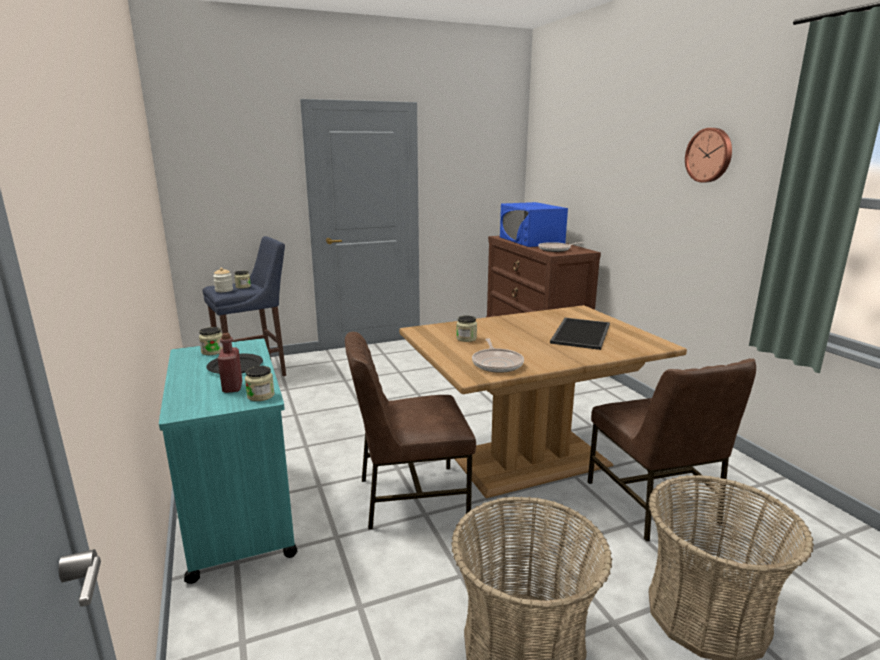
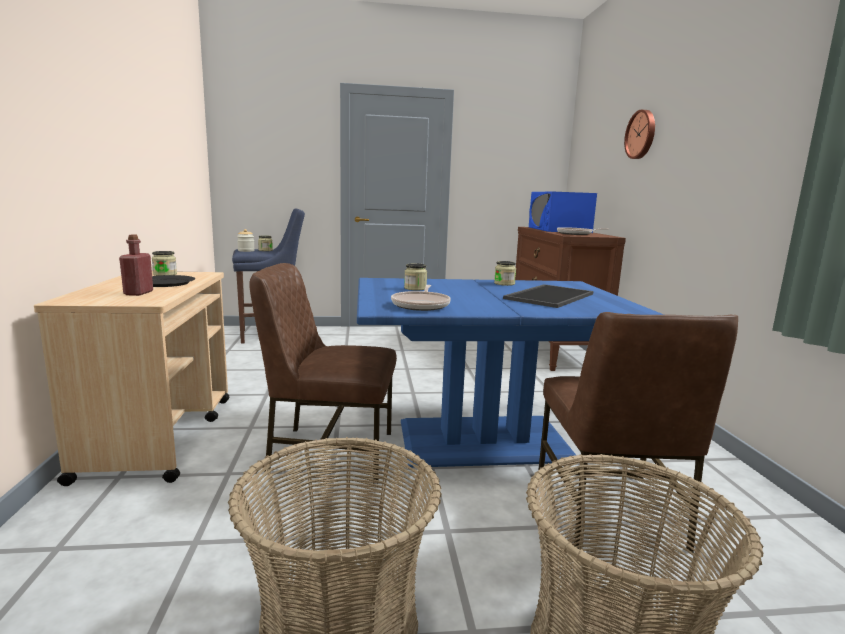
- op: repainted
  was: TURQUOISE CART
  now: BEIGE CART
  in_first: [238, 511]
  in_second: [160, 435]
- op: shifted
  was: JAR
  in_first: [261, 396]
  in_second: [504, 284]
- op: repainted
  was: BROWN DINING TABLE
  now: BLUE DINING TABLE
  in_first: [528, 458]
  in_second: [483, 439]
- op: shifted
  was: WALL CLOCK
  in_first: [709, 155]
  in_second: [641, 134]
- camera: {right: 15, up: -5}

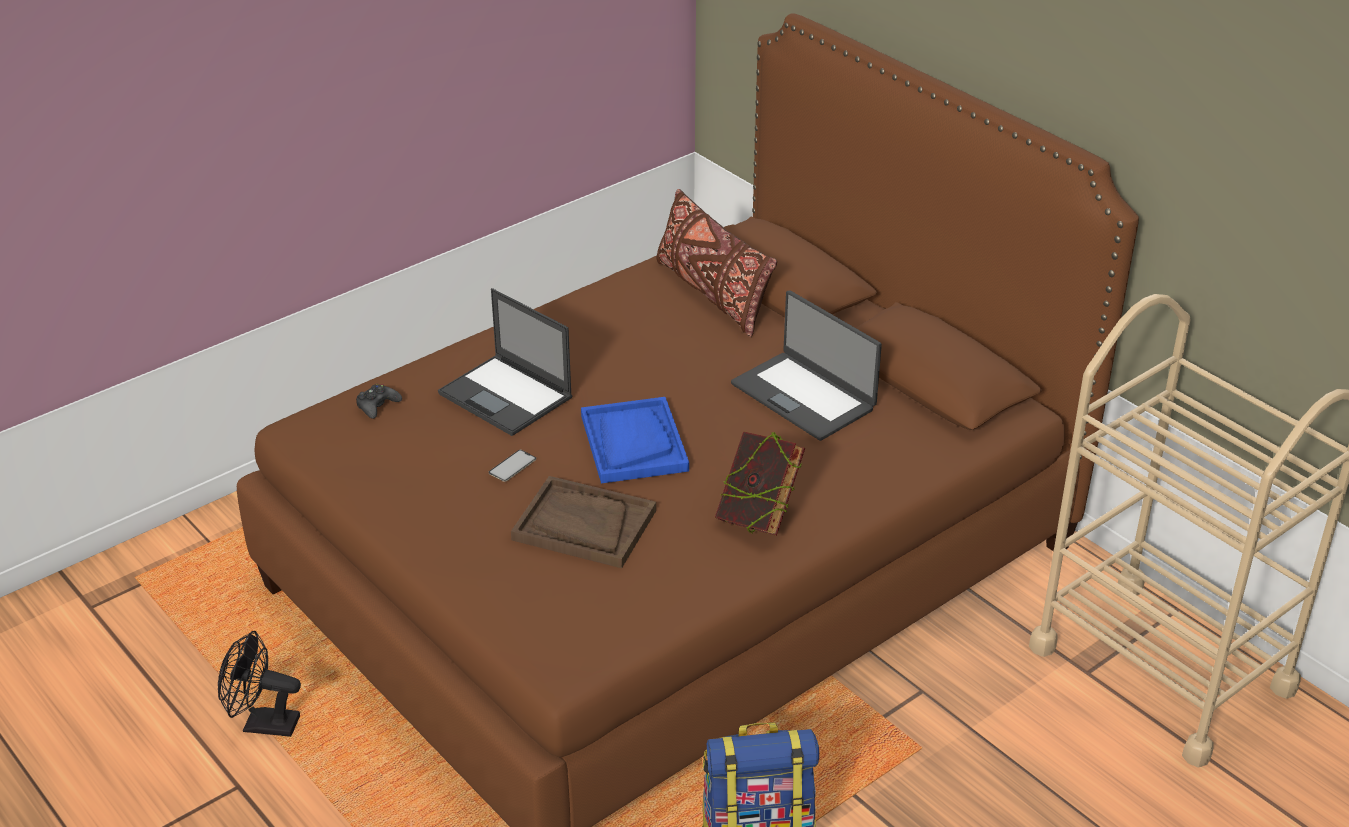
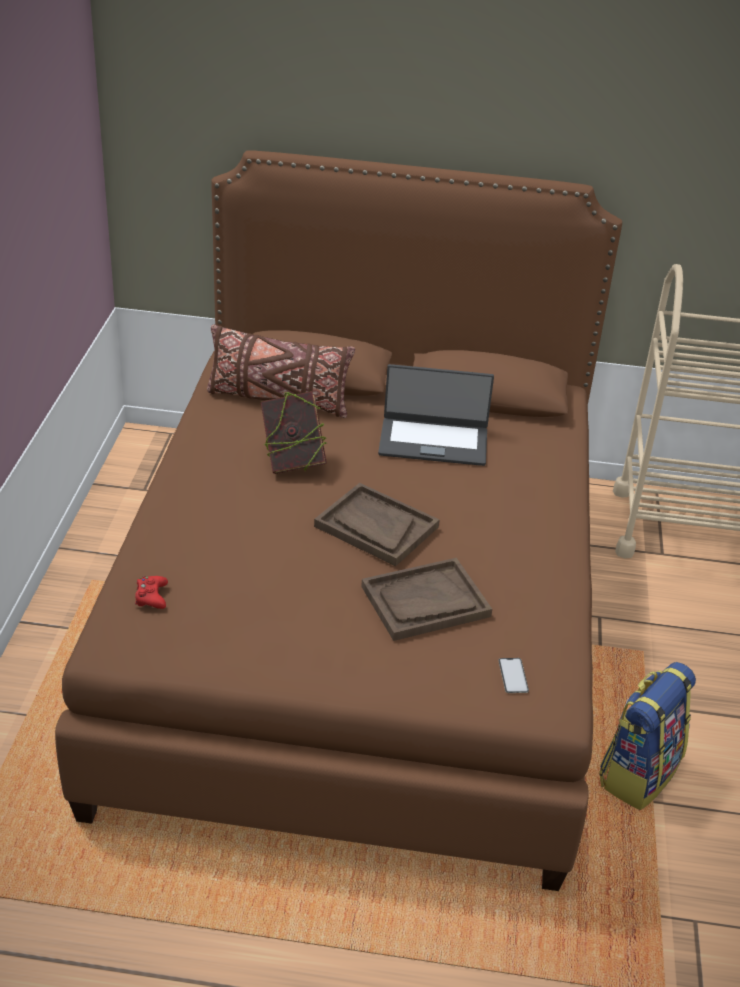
- op: gone
  was: BLACK FAN
  in_first: [262, 724]
- op: repainted
  was: BLACK GAME CONTROLLER
  now: RED GAME CONTROLLER
  in_first: [377, 406]
  in_second: [151, 597]
- op: gone
  was: LAPTOP
  in_first: [507, 396]
- op: shifted
  was: PHONE
  in_first: [512, 466]
  in_second: [513, 676]
- op: repainted
  was: BLUE TRAY
  now: BROWN TRAY
  in_first: [633, 443]
  in_second: [376, 527]
- op: shifted
  was: BOOK
  in_first: [758, 518]
  in_second: [293, 462]
- camera: {right: -45, up: 0}

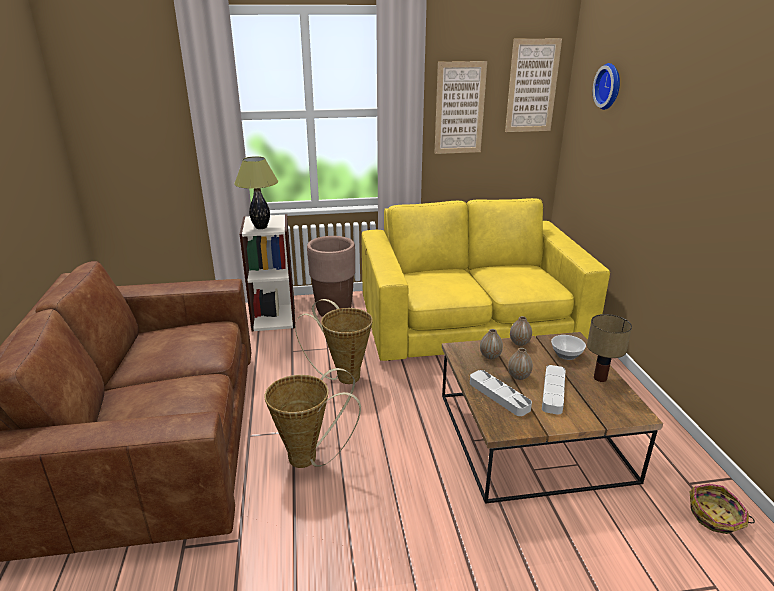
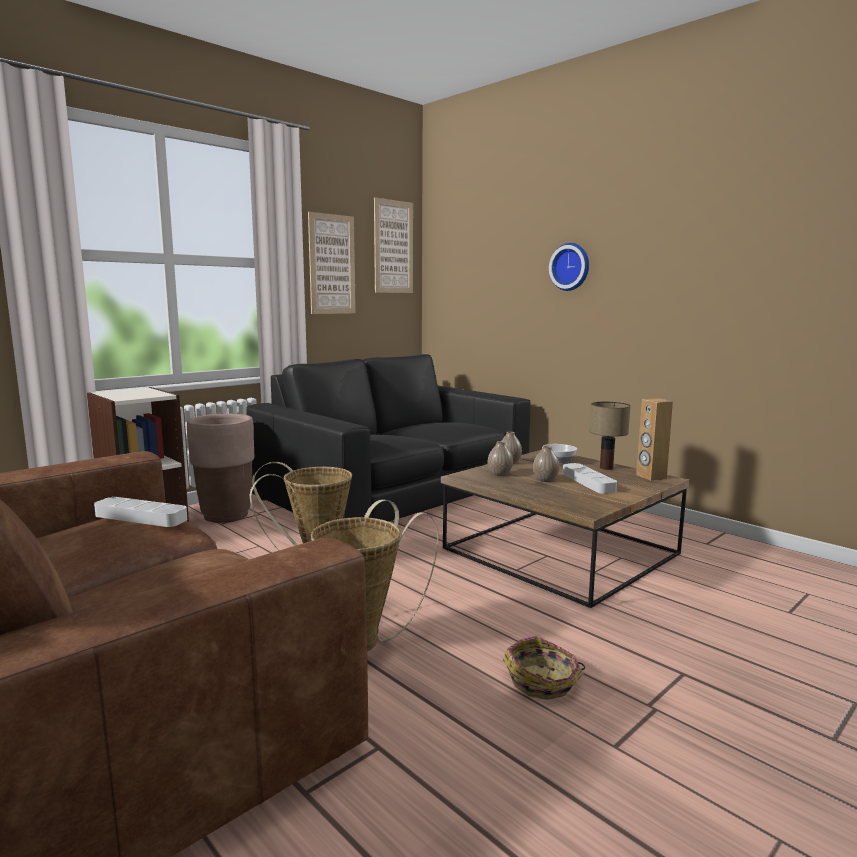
- op: gone
  was: TABLE LAMP
  in_first: [261, 227]
- op: repainted
  was: YELLOW SOFA
  now: BLACK SOFA
  in_first: [471, 321]
  in_second: [395, 491]
- op: shifted
  was: GREY TRAY
  in_first: [499, 395]
  in_second: [141, 517]
- op: shifted
  was: WALL CLOCK
  in_first: [610, 86]
  in_second: [571, 267]
- op: shifted
  was: BASKET
  in_first: [716, 517]
  in_second: [543, 681]
- op: new
  now: BROWN SPEAKER
  in_second: [650, 476]
- camera: {right: -35, up: -15}

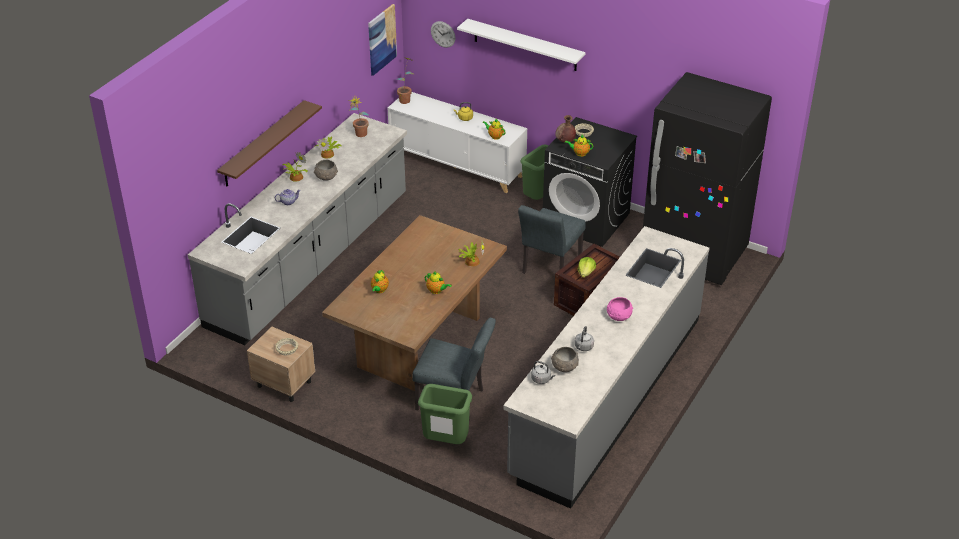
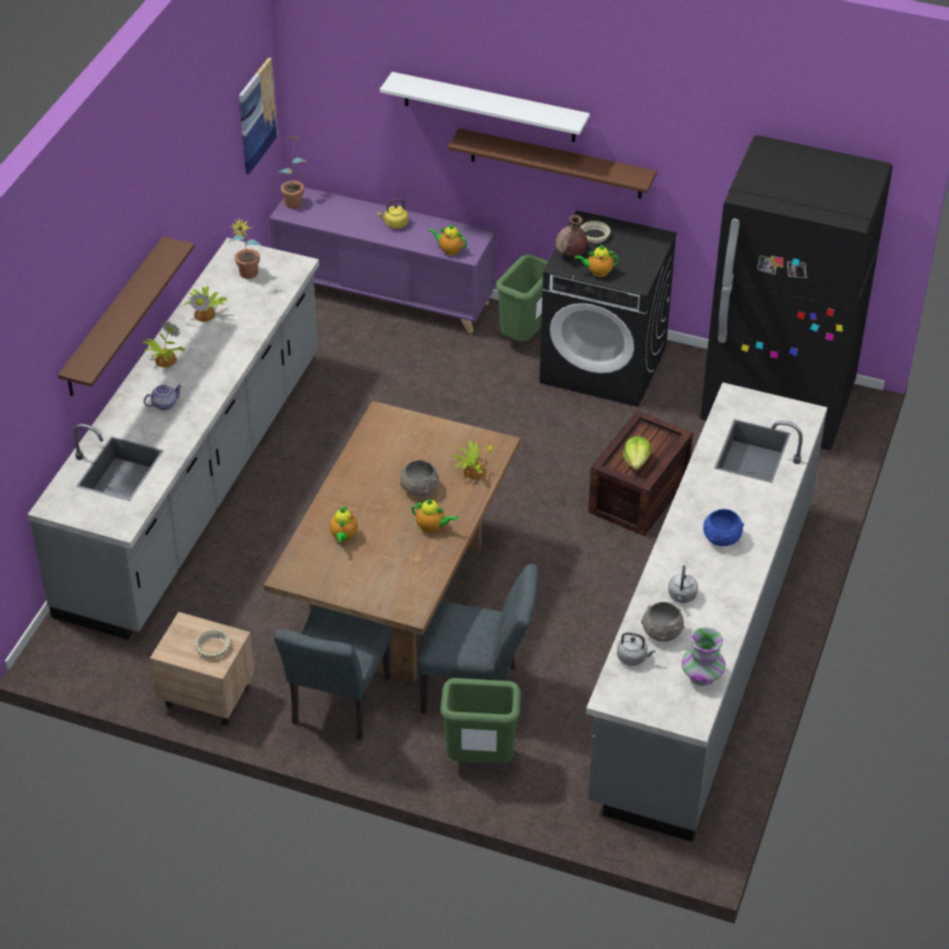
- op: shifted
  was: GREY BOWL
  in_first: [326, 177]
  in_second: [419, 489]
- op: repainted
  was: WHITE CABINET
  now: PURPLE CABINET
  in_first: [457, 165]
  in_second: [385, 295]
- op: gone
  was: WALL CLOCK
  in_first: [443, 34]
- op: shifted
  was: GREY CHAIR
  in_first: [549, 268]
  in_second: [337, 707]
- op: repainted
  was: PINK BOWL
  now: BLUE BOWL
  in_first: [618, 316]
  in_second: [721, 538]
- op: new
  now: BROWN SHELF
  in_second: [556, 164]
- op: new
  now: VASE
  in_second: [702, 676]
- camera: {right: -10, up: 5}

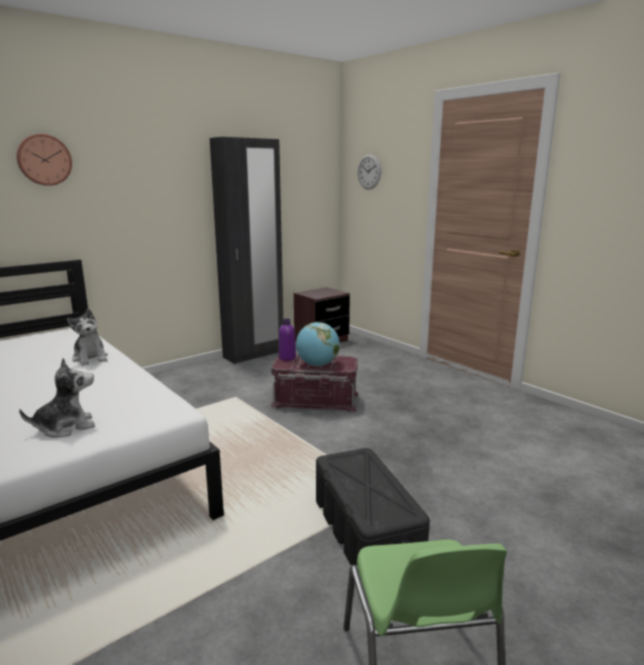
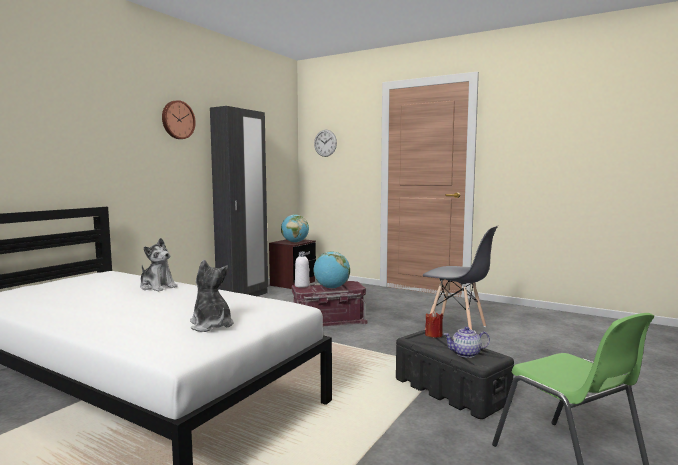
- op: shifted
  was: WALL CLOCK
  in_first: [44, 160]
  in_second: [177, 120]
- op: rotated
  was: PLUSH TOY
  in_first: [66, 427]
  in_second: [211, 325]
  clockwise: -75
- op: repainted
  was: PURPLE BOTTLE
  now: WHITE BOTTLE
  in_first: [287, 358]
  in_second: [302, 286]
- op: new
  now: GLOBE
  in_second: [295, 242]
- op: new
  now: GREY CHAIR
  in_second: [456, 329]
- op: new
  now: RED CANDLE
  in_second: [433, 335]
- op: new
  now: TEAPOT
  in_second: [466, 354]
- camera: {right: -20, up: -10}

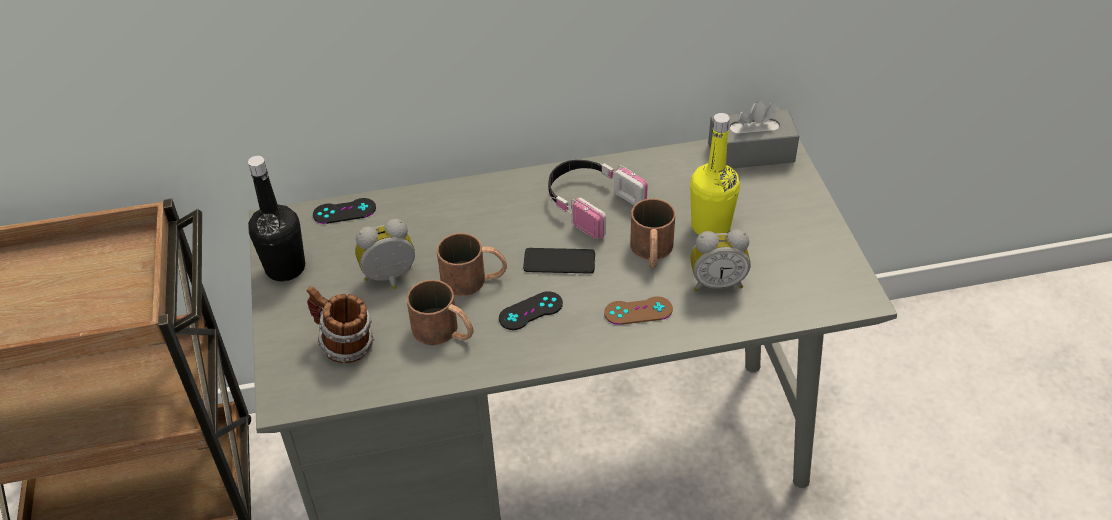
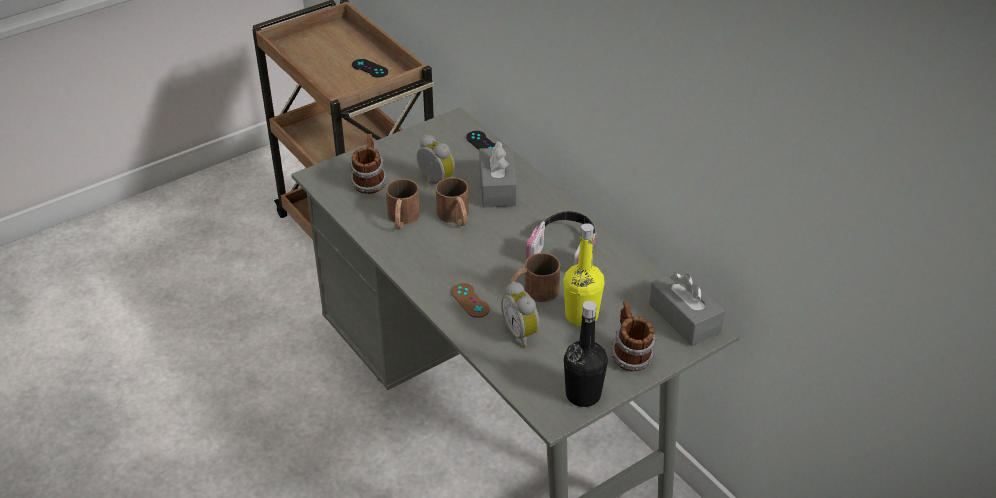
- op: shifted
  was: BLACK BOTTLE
  in_first: [285, 268]
  in_second: [583, 395]
- op: shifted
  was: BLACK GAME CONTROLLER
  in_first: [531, 311]
  in_second: [370, 68]
- op: gone
  was: PHONE
  in_first: [559, 261]
- op: new
  now: GREY TISSUE BOX
  in_second: [497, 187]
- op: new
  now: MUG
  in_second: [630, 356]
- camera: {right: 65, up: -5}

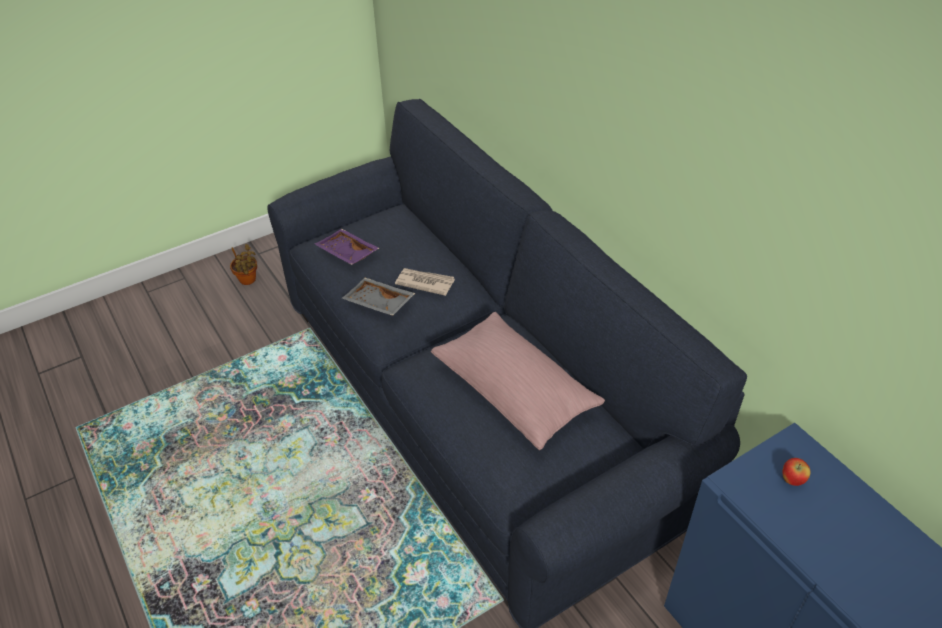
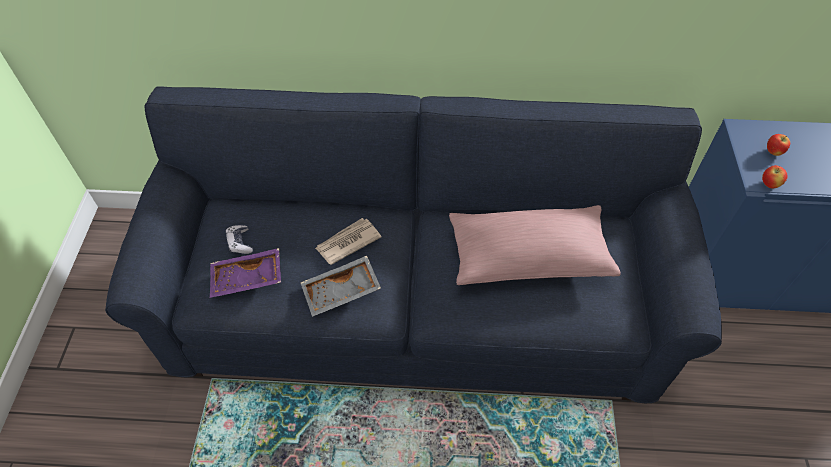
- op: gone
  was: POTTED PLANT
  in_first: [248, 281]
- op: new
  now: GAME CONTROLLER
  in_second: [240, 243]
- op: new
  now: APPLE
  in_second: [769, 184]
- camera: {right: -55, up: 10}

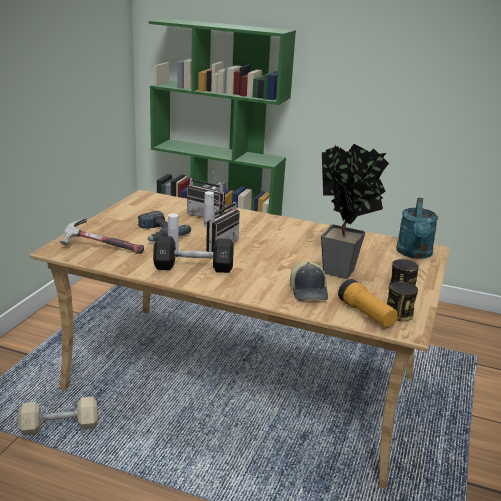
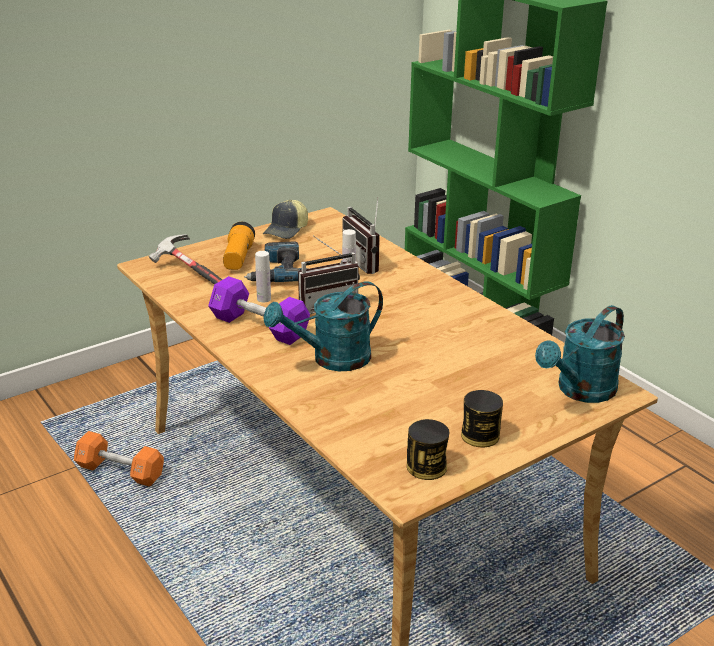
- op: repainted
  was: BEIGE DUMBBELL
  now: ORANGE DUMBBELL
  in_first: [60, 426]
  in_second: [120, 471]
- op: repainted
  was: BLACK DUMBBELL
  now: PURPLE DUMBBELL
  in_first: [193, 267]
  in_second: [259, 326]
- op: shifted
  was: CAP
  in_first: [309, 291]
  in_second: [287, 230]
- op: gone
  was: POTTED PLANT
  in_first: [342, 273]
- op: shifted
  was: FLASHLIGHT
  in_first: [366, 314]
  in_second: [238, 258]
- op: new
  now: TURQUOISE WATERING CAN
  in_second: [332, 359]
- camera: {right: 35, up: 5}

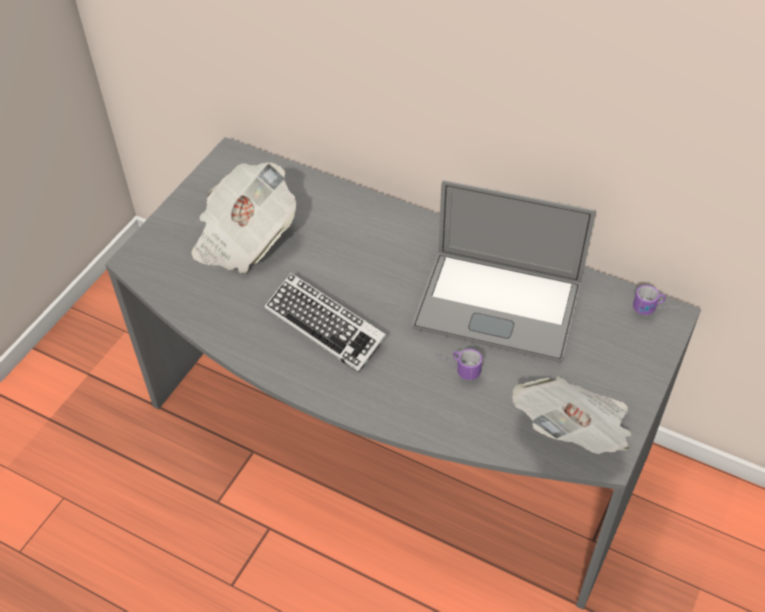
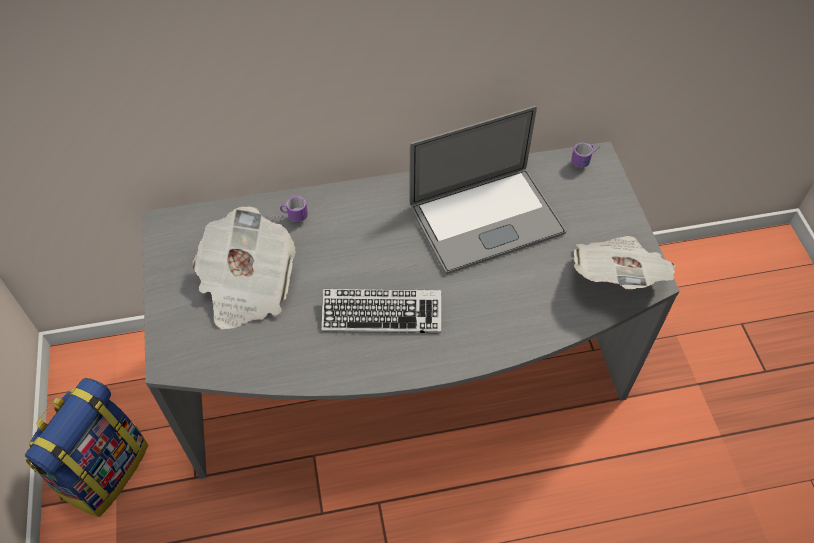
- op: shifted
  was: MUG
  in_first: [457, 368]
  in_second: [286, 218]
- op: new
  now: BACKPACK
  in_second: [104, 470]
- camera: {right: -40, up: 5}

